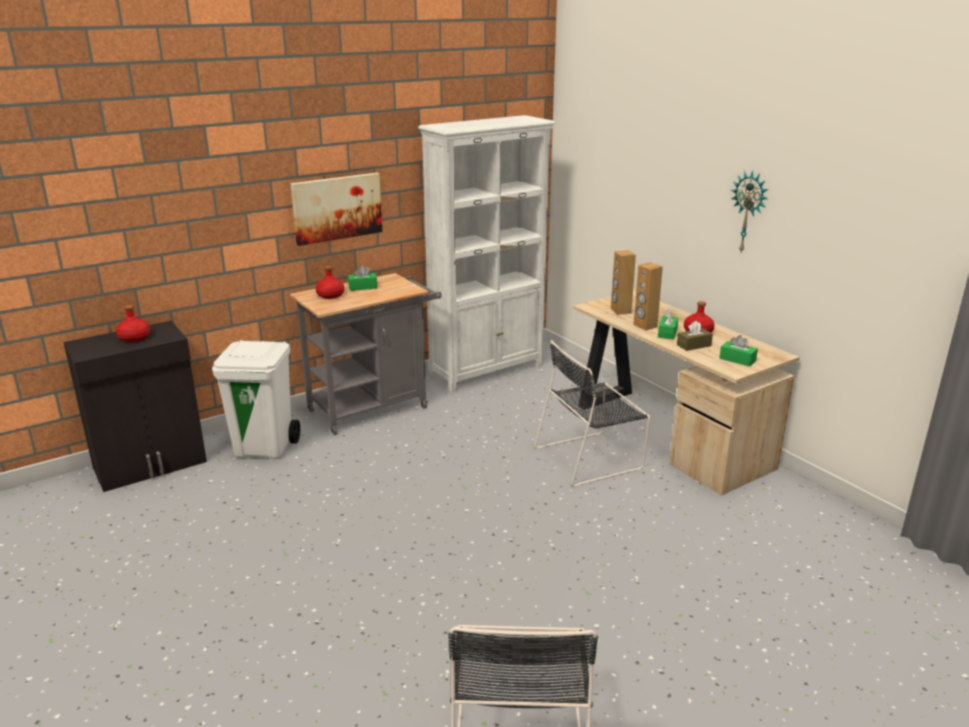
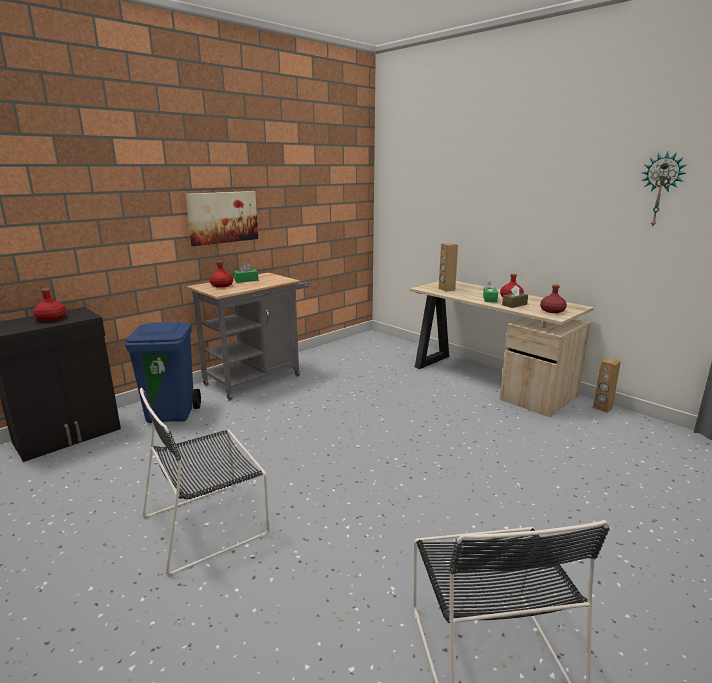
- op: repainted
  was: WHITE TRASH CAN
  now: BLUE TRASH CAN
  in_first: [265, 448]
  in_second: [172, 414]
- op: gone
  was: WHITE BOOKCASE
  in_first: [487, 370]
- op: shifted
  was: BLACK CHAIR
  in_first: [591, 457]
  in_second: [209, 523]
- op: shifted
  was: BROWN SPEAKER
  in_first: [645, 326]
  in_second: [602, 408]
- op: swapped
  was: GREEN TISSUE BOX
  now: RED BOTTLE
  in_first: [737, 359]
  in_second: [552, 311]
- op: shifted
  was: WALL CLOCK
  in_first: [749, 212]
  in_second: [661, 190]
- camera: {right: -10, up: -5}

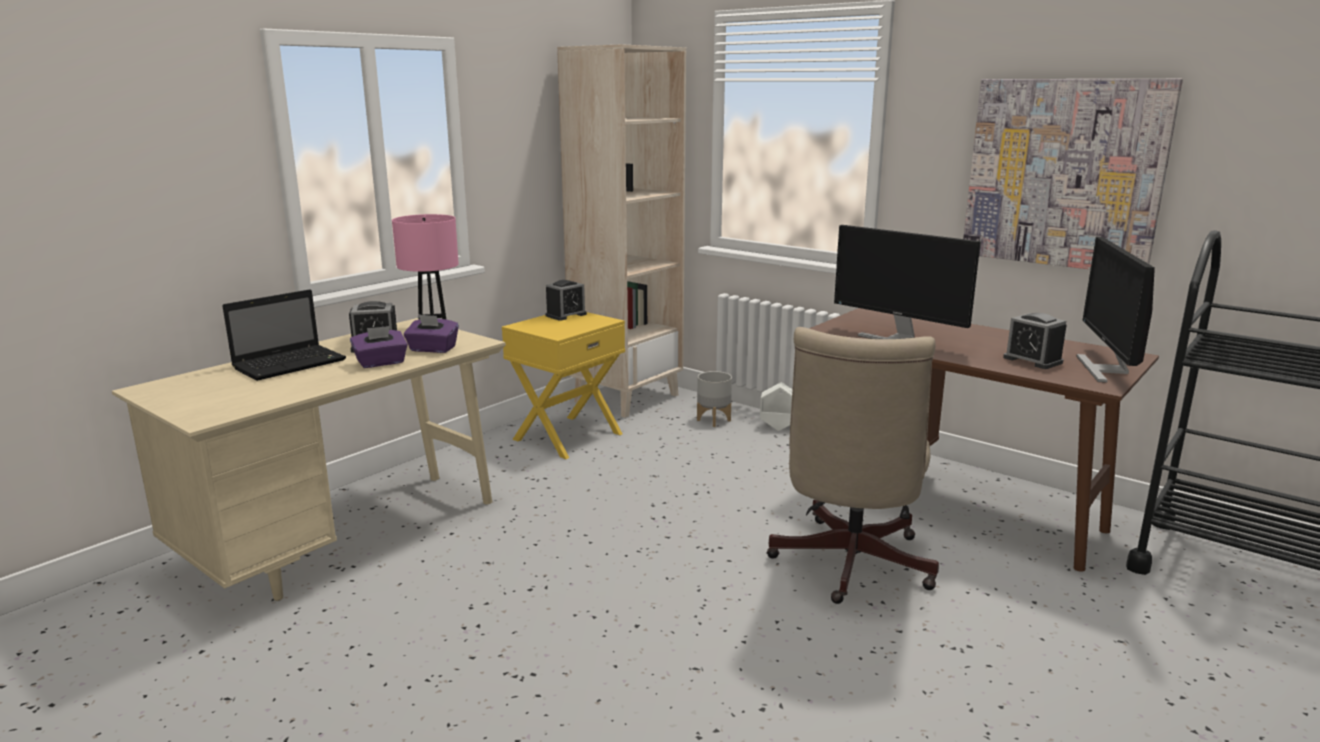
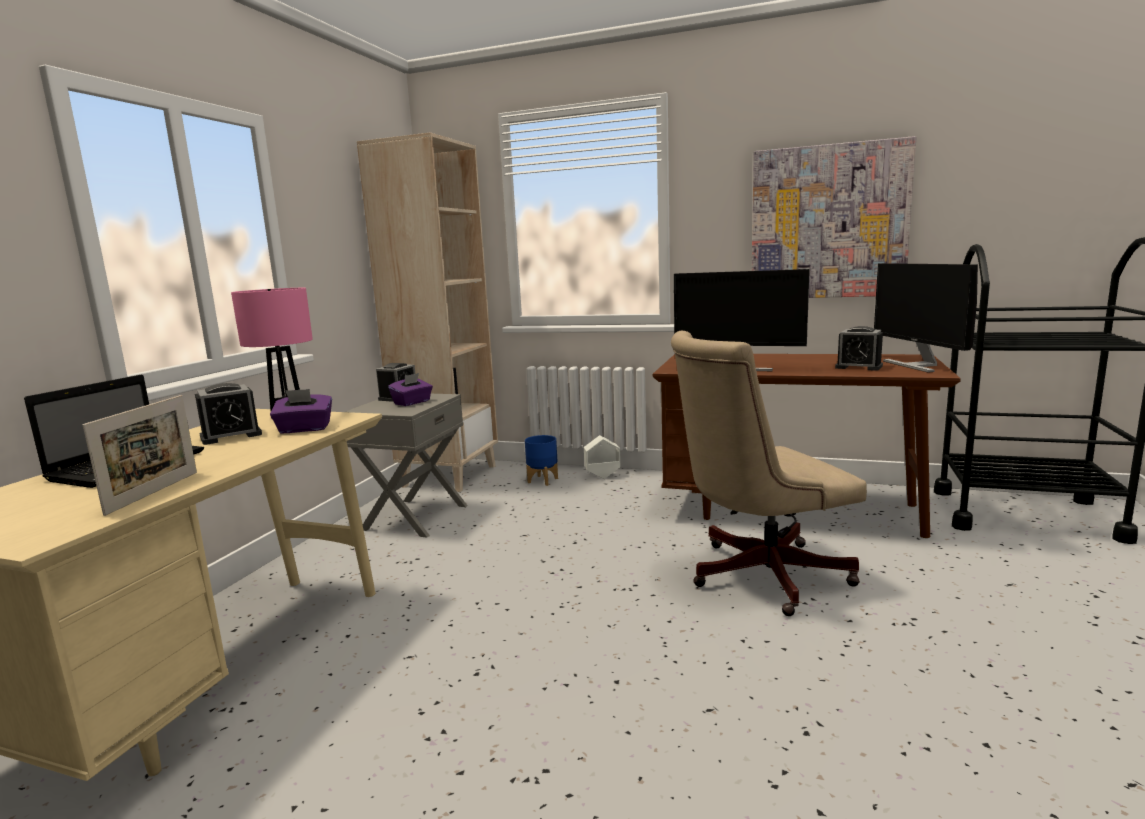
- op: shifted
  was: PURPLE TISSUE BOX
  in_first: [381, 363]
  in_second: [412, 402]
- op: repainted
  was: YELLOW NIGHTSTAND
  now: GREY NIGHTSTAND
  in_first: [566, 436]
  in_second: [414, 517]
- op: repainted
  was: GREY PLANTER
  now: BLUE PLANTER
  in_first: [714, 420]
  in_second: [543, 480]
- op: rotated
  was: BEIGE OFFICE CHAIR
  in_first: [848, 566]
  in_second: [758, 575]
  clockwise: 75
- op: new
  now: PICTURE FRAME
  in_second: [154, 492]
- camera: {right: -20, up: -5}

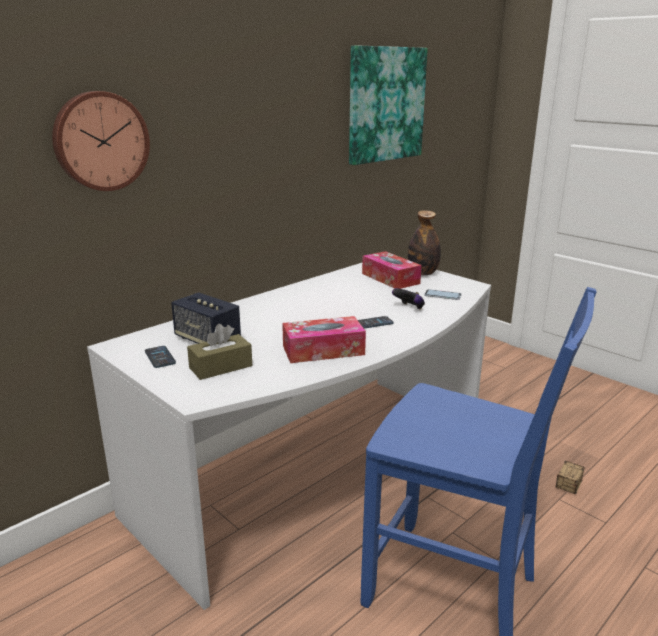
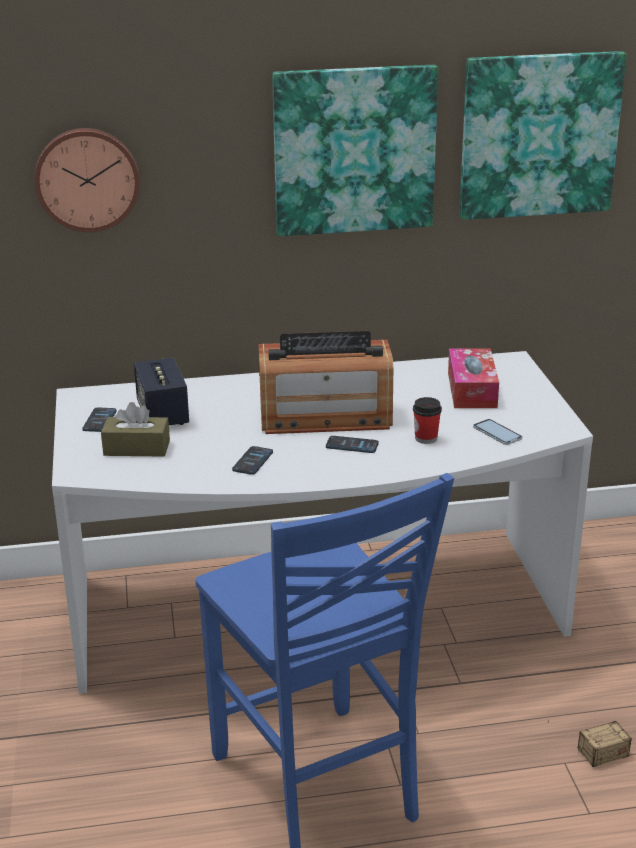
- op: swapped
  was: TISSUE BOX
  now: PHONE
  in_first: [323, 350]
  in_second: [252, 461]
- op: swapped
  was: GAME CONTROLLER
  now: CUP
  in_first: [409, 308]
  in_second: [426, 438]
- op: gone
  was: BOTTLE
  in_first: [422, 273]
- op: new
  now: RADIO
  in_second: [325, 417]
- op: new
  now: PICTURE
  in_second: [354, 150]
- camera: {right: 35, up: 5}

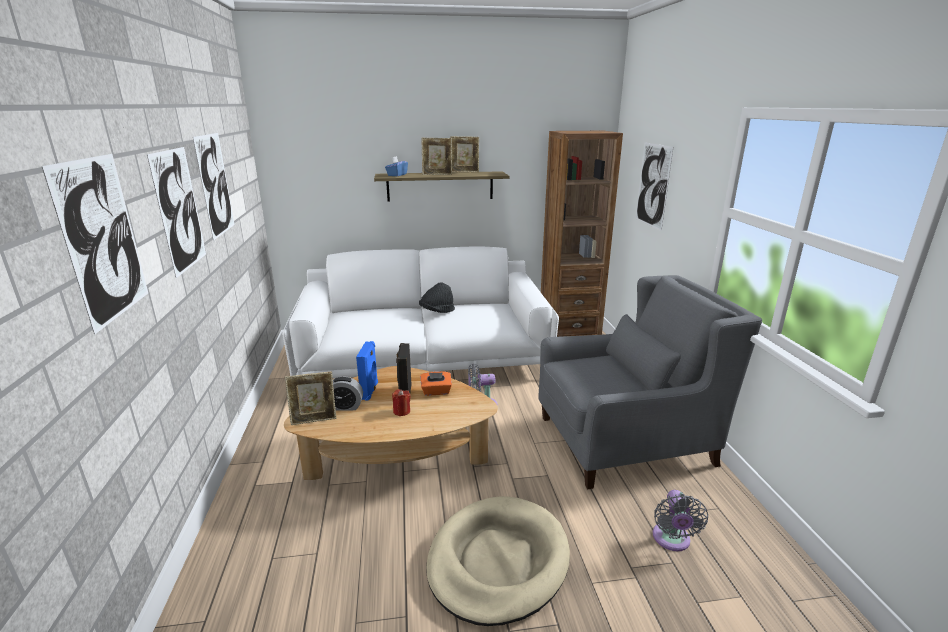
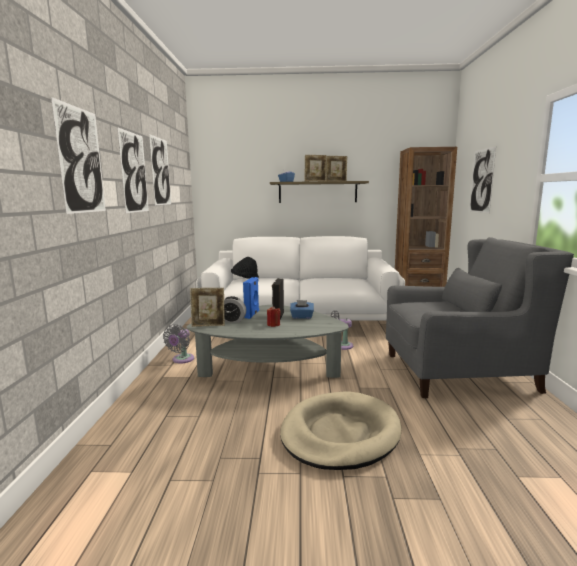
- op: repainted
  was: BROWN COFFEE TABLE
  now: GREY COFFEE TABLE
  in_first: [397, 461]
  in_second: [269, 371]
- op: shifted
  was: BLACK HAT
  in_first: [437, 311]
  in_second: [245, 279]
- op: repainted
  was: ORANGE TISSUE BOX
  now: BLUE TISSUE BOX
  in_first: [436, 391]
  in_second: [302, 317]
- op: shifted
  was: GREY FAN
  in_first: [671, 540]
  in_second: [181, 360]
- camera: {right: 10, up: -10}

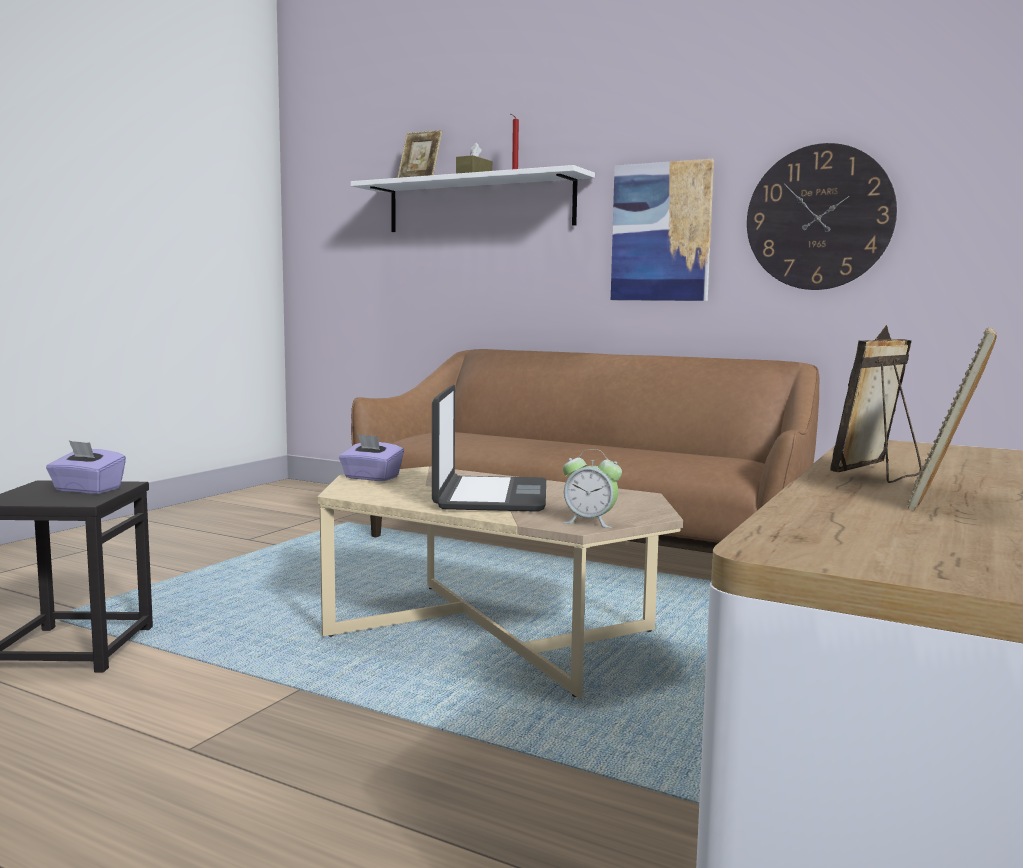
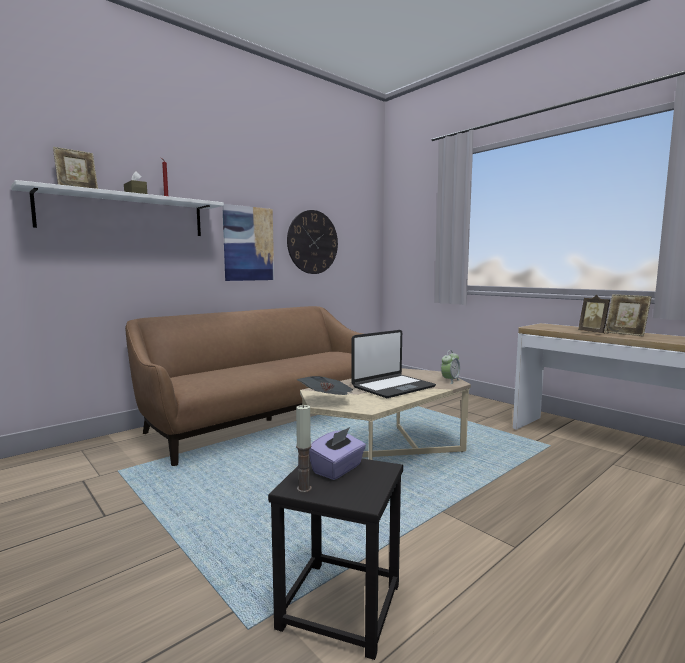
- op: swapped
  was: PURPLE TISSUE BOX
  now: NEWSPAPER
  in_first: [371, 478]
  in_second: [327, 401]
- op: rotated
  was: LAPTOP
  in_first: [490, 496]
  in_second: [392, 387]
  clockwise: 120
- op: new
  now: CANDLE
  in_second: [304, 489]
- camera: {right: -70, up: 0}

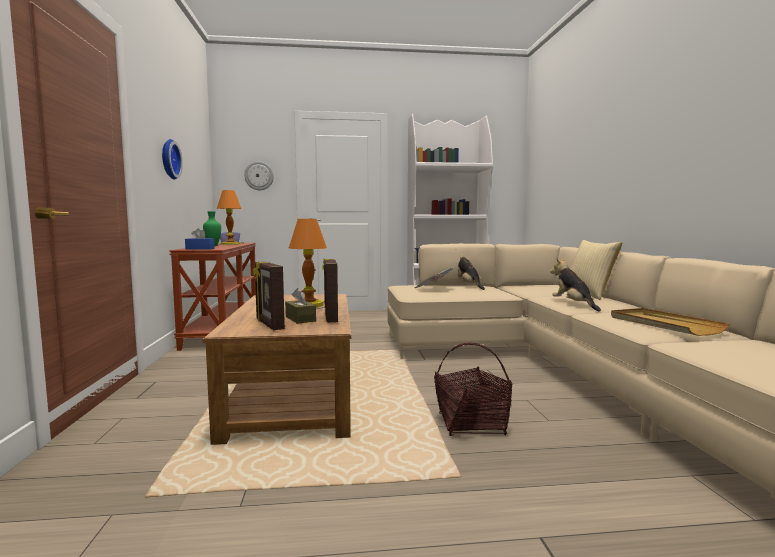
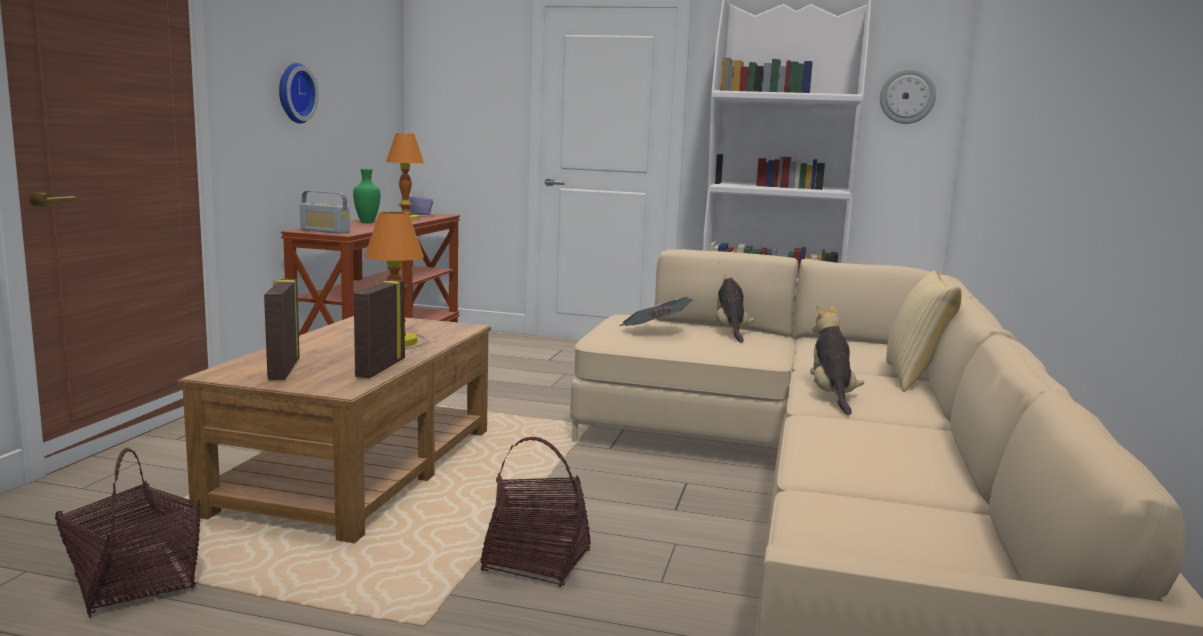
- op: swapped
  was: BLUE TISSUE BOX
  now: RADIO
  in_first: [200, 249]
  in_second: [325, 231]
- op: shifted
  was: WALL CLOCK
  in_first: [259, 175]
  in_second: [907, 96]
- op: gone
  was: BROWN TISSUE BOX
  in_first: [300, 319]
- op: gone
  was: BEIGE TRAY
  in_first: [663, 324]
- op: new
  now: BASKET
  in_second: [135, 584]
- camera: {right: 20, up: 5}

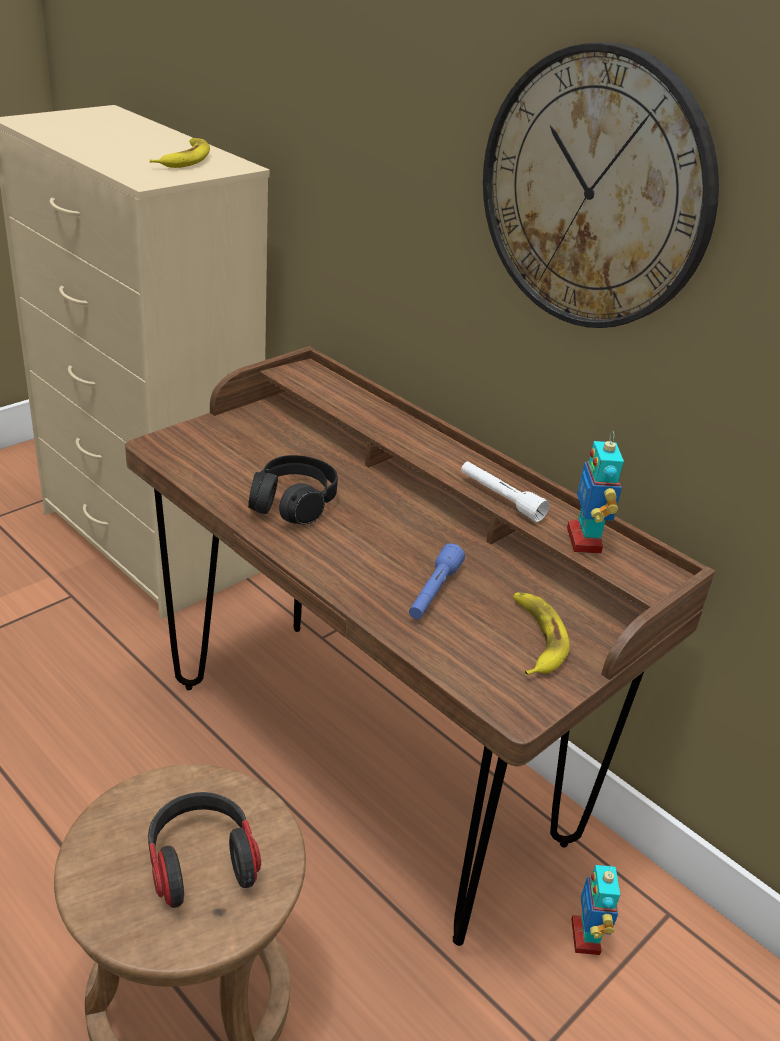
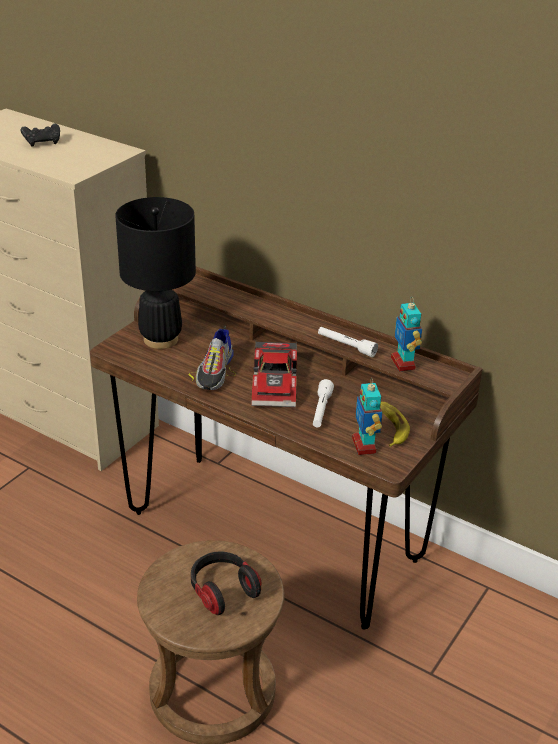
- op: gone
  was: BANANA
  in_first: [184, 159]
- op: swapped
  was: BLACK HEADPHONES
  now: SHOE
  in_first: [293, 503]
  in_second: [215, 371]
- op: repainted
  was: BLUE FLASHLIGHT
  now: WHITE FLASHLIGHT
  in_first: [433, 592]
  in_second: [321, 410]
- op: gone
  was: WALL CLOCK
  in_first: [595, 191]
- op: shifted
  was: TOY ROBOT
  in_first: [586, 937]
  in_second: [364, 445]
- op: new
  now: BLACK GAME CONTROLLER
  in_second: [42, 142]
- op: new
  now: BLACK TABLE LAMP
  in_second: [160, 339]
- op: new
  now: TOY CAR
  in_second: [277, 384]
- camera: {right: -10, up: 0}

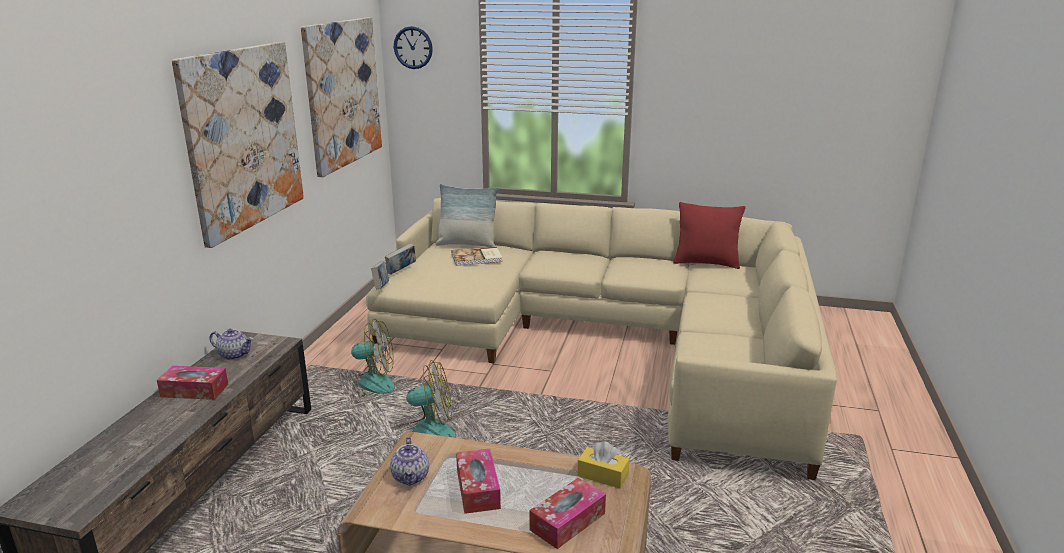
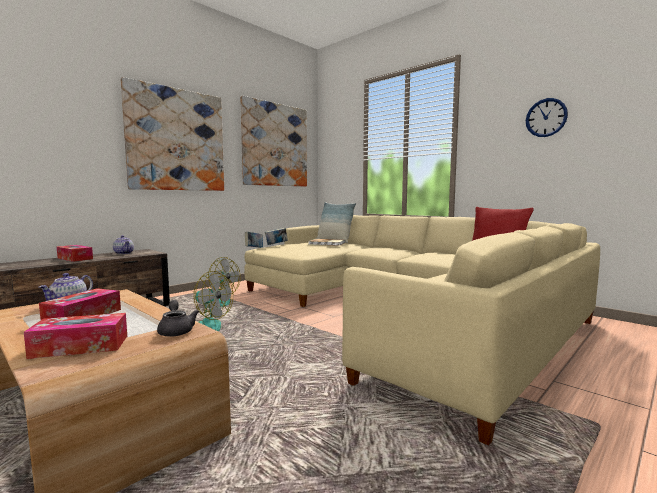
- op: shifted
  was: WALL CLOCK
  in_first: [413, 47]
  in_second: [546, 117]
- op: swapped
  was: YELLOW TISSUE BOX
  now: GREY TEAPOT
  in_first: [603, 475]
  in_second: [176, 330]
- camera: {right: 30, up: -15}

